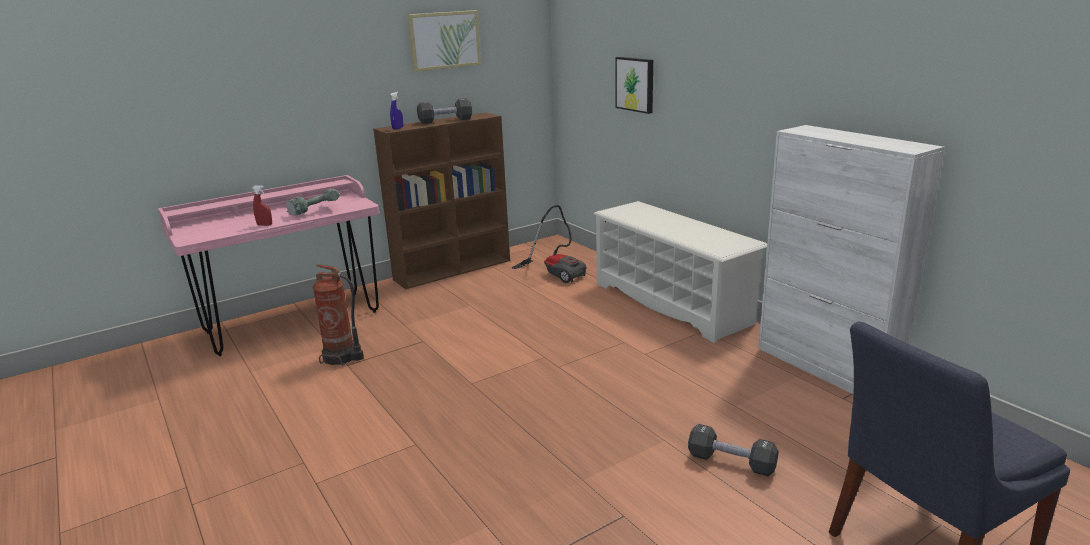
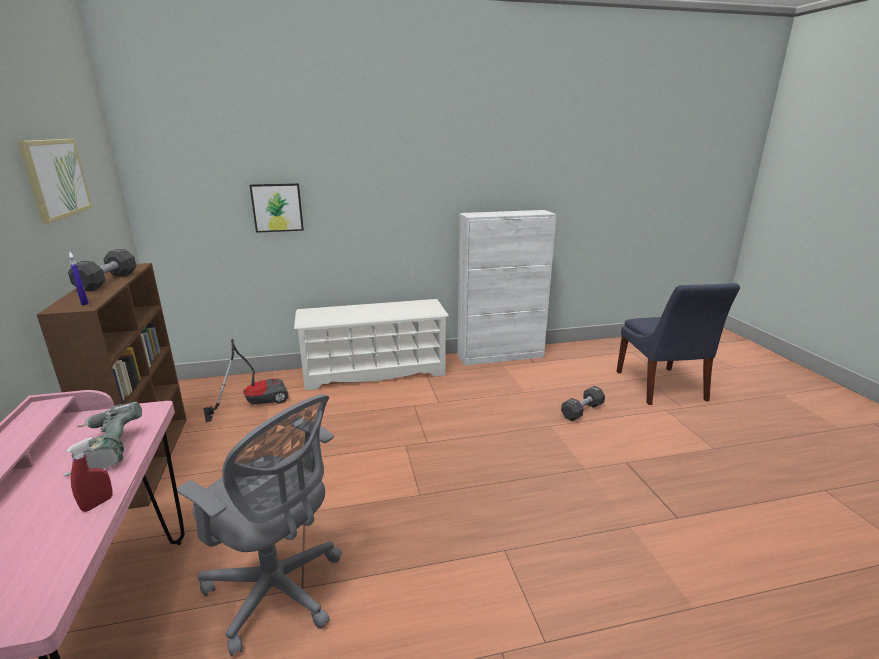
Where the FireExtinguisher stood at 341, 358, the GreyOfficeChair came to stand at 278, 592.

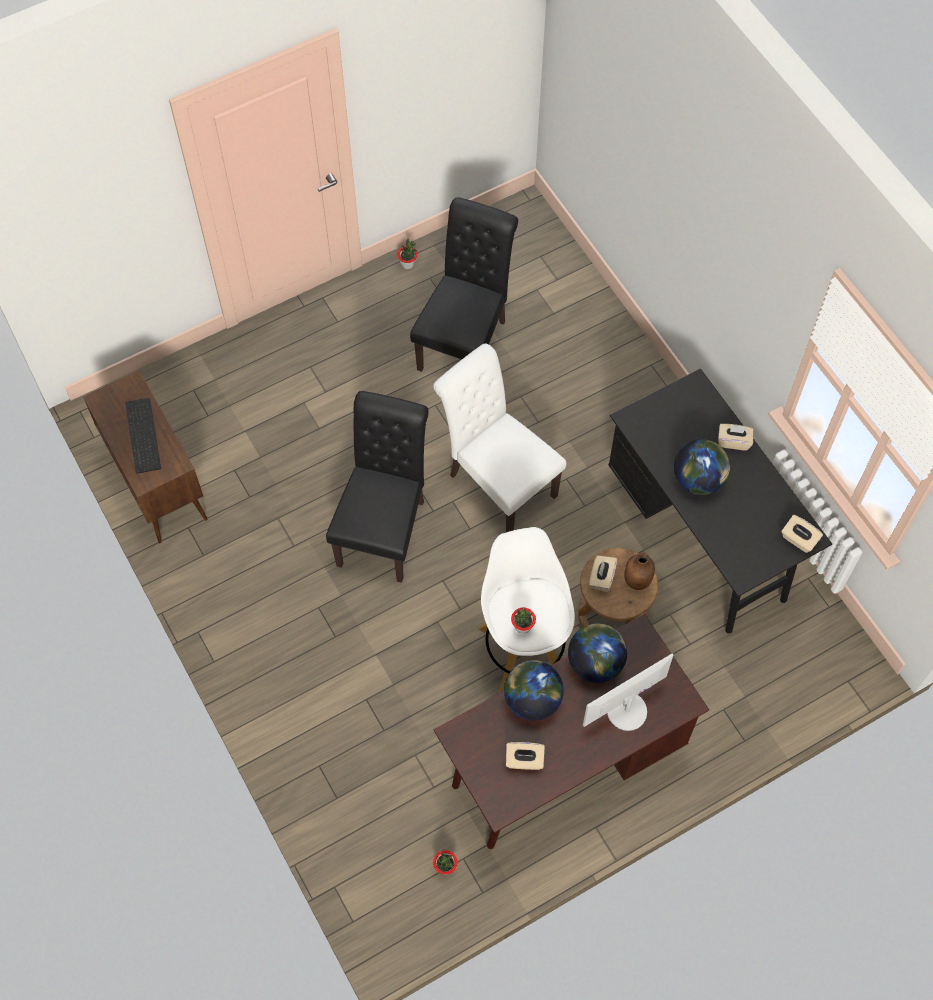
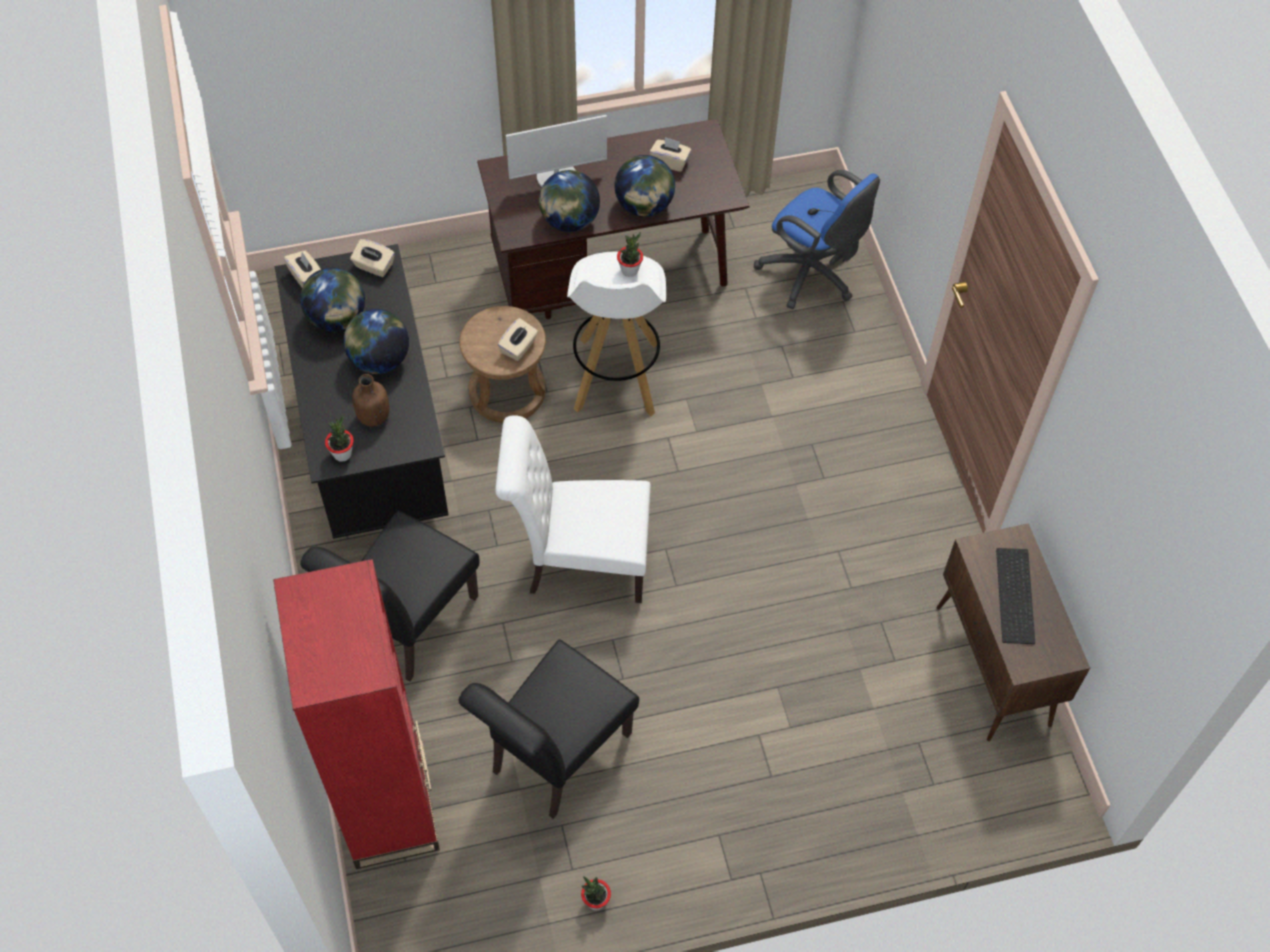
The WhiteChair at 497, 481 ended up facing another way, 120 degrees clockwise from before. The BlackChair ended up elsewhere, having gone from 384, 527 to 406, 626. The BeigeTissueBox ended up elsewhere, having gone from 733, 441 to 374, 266. The BrownBottle ended up elsewhere, having gone from 638, 580 to 373, 416. The PottedPlant ended up elsewhere, having gone from 445, 867 to 342, 454. The second view gained the BlueOfficeChair at 812, 275. The second view gained the Globe at 337, 319. The second view gained the RedBookcase at 388, 803.

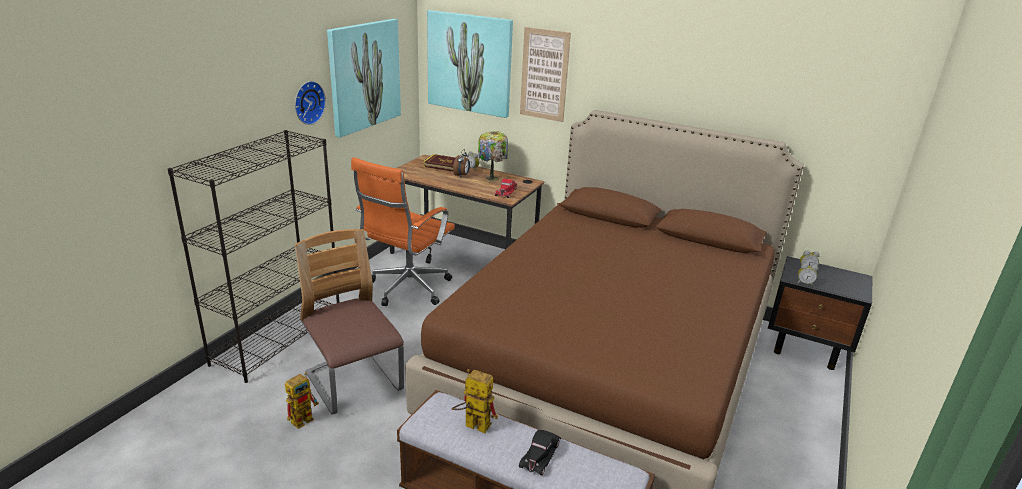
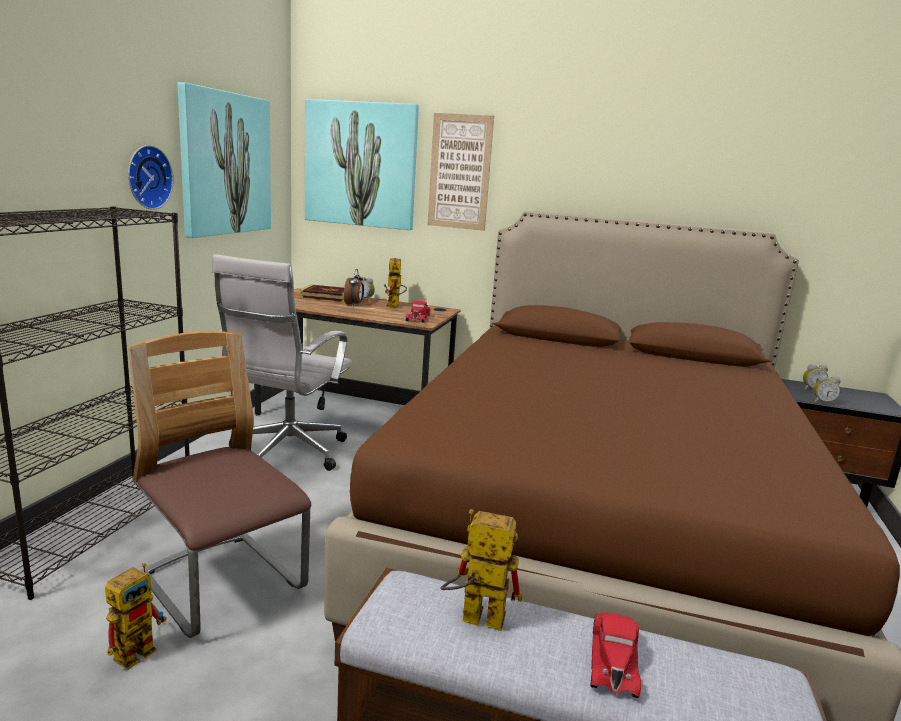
Where the TableLamp stood at 492, 178, the ToyRobot came to stand at 394, 306. What was the OrangeOfficeChair at 407, 289 turned into the WhiteOfficeChair at 286, 454. What was the BlackToyCar at 540, 454 turned into the RedToyCar at 614, 658.

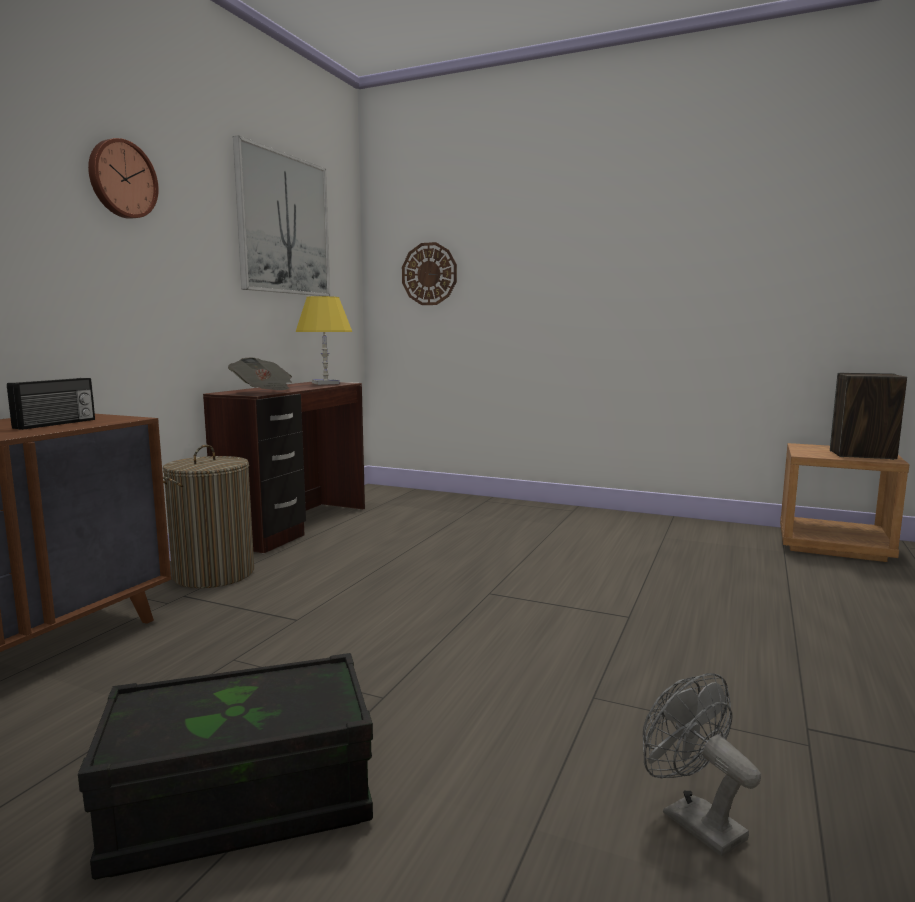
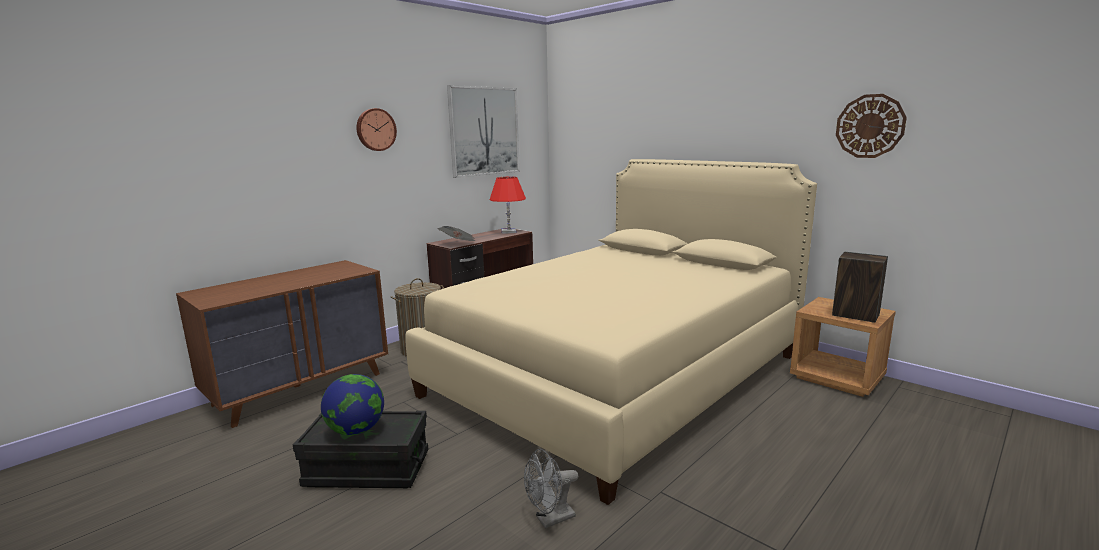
The WallClock ended up elsewhere, having gone from 429, 274 to 870, 126. What was the YellowTableLamp at 325, 383 turned into the RedTableLamp at 509, 232. The second view lost the Radio at 56, 424. The GreyFan at 692, 820 ended up facing another way, 105 degrees counterclockwise from before. The second view gained the BeigeBed at 617, 374. The second view gained the Globe at 356, 430.

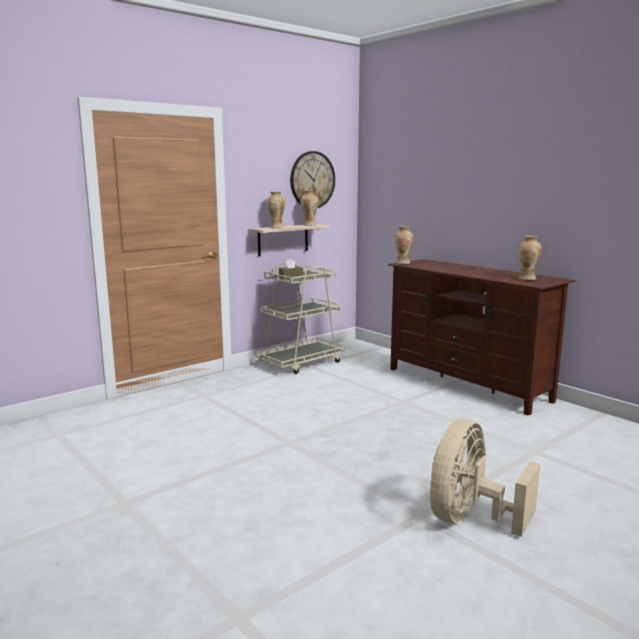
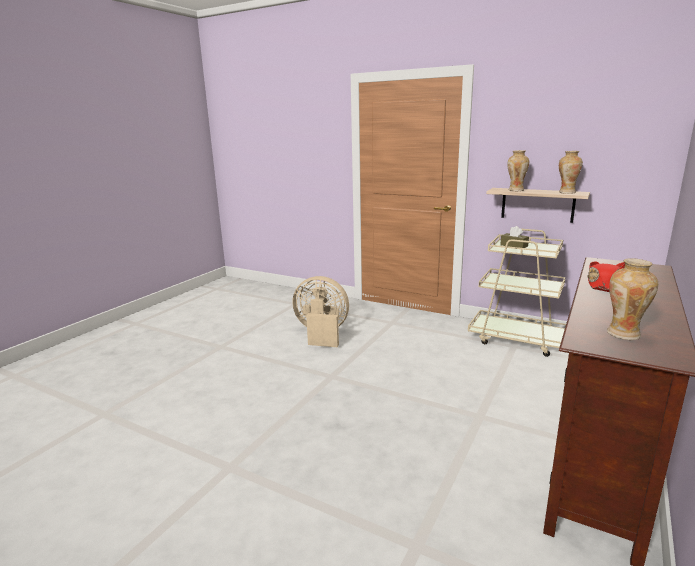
The second view lost the WallClock at 312, 180. The second view lost the Vase at 403, 263. The BeigeFan ended up elsewhere, having gone from 470, 518 to 321, 334. The second view gained the RedHat at 604, 284.

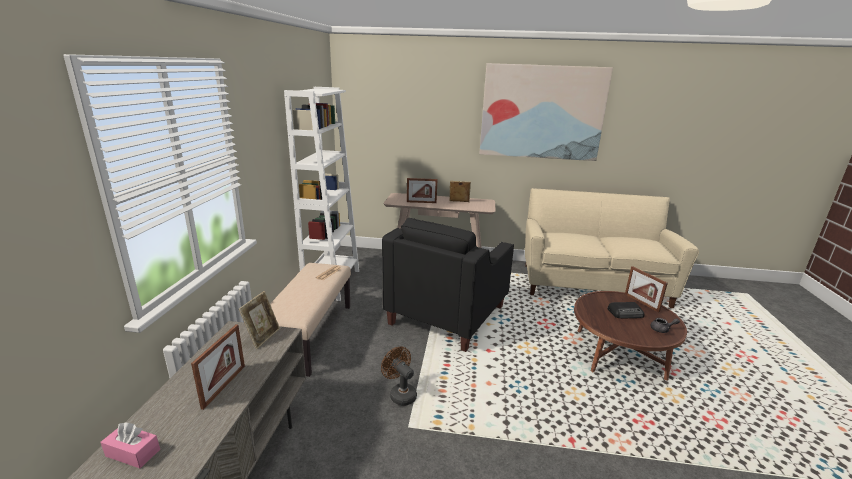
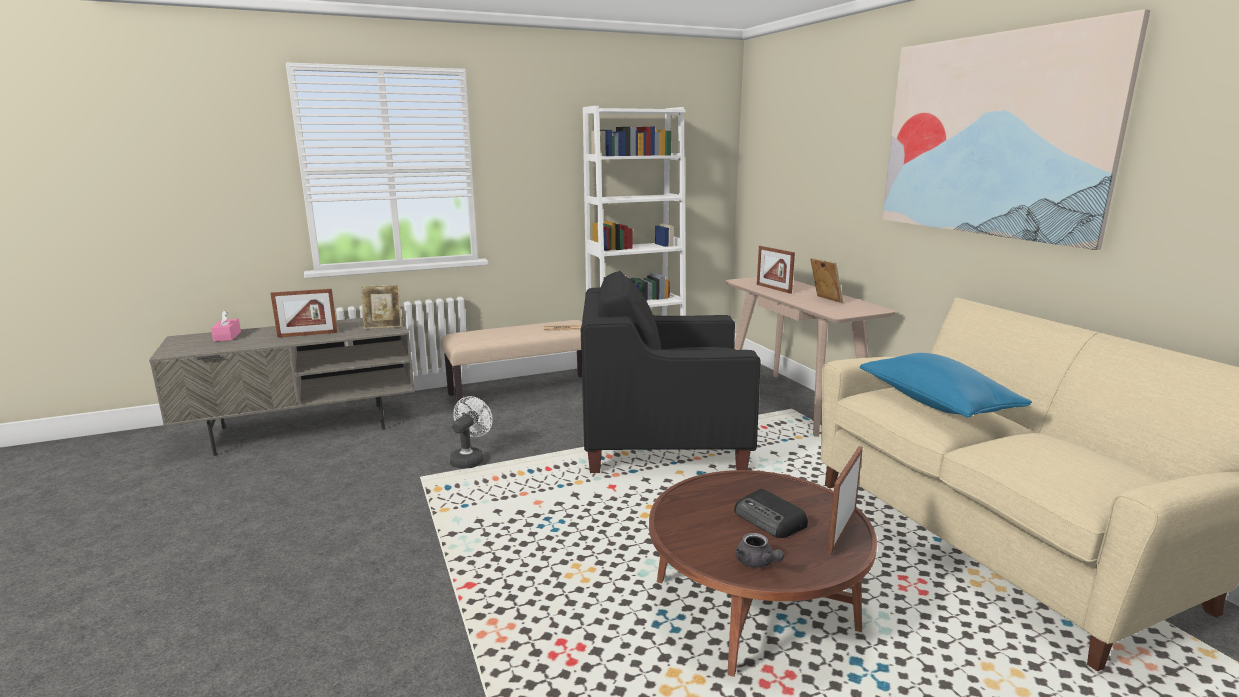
What was the BrownFan at 400, 394 turned into the WhiteFan at 470, 459. The second view gained the BluePillow at 936, 403.

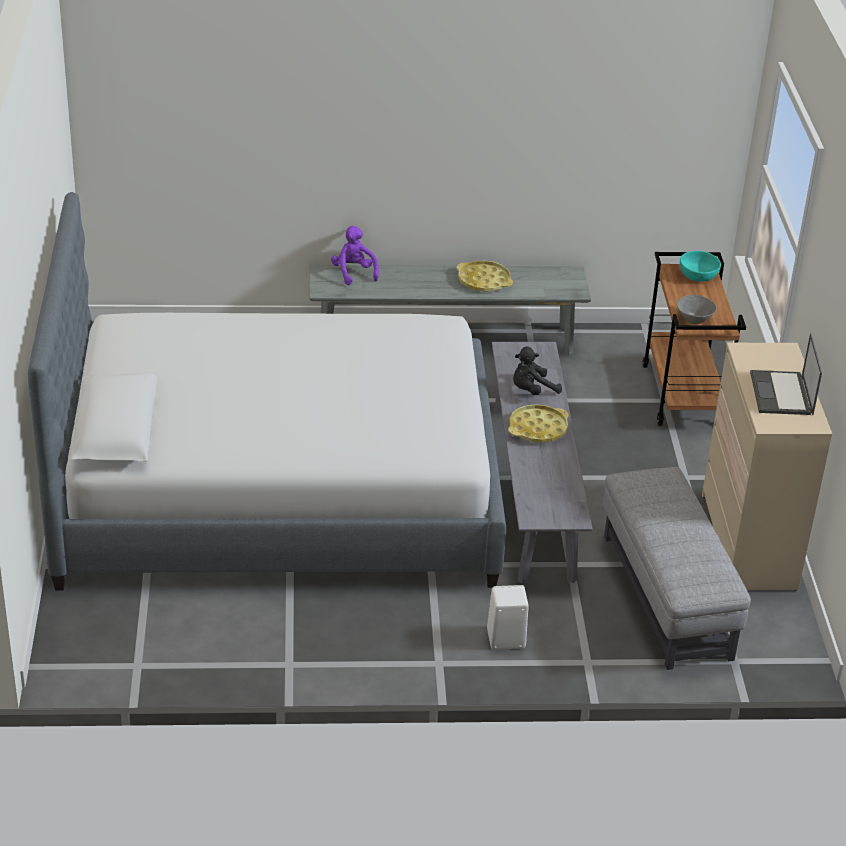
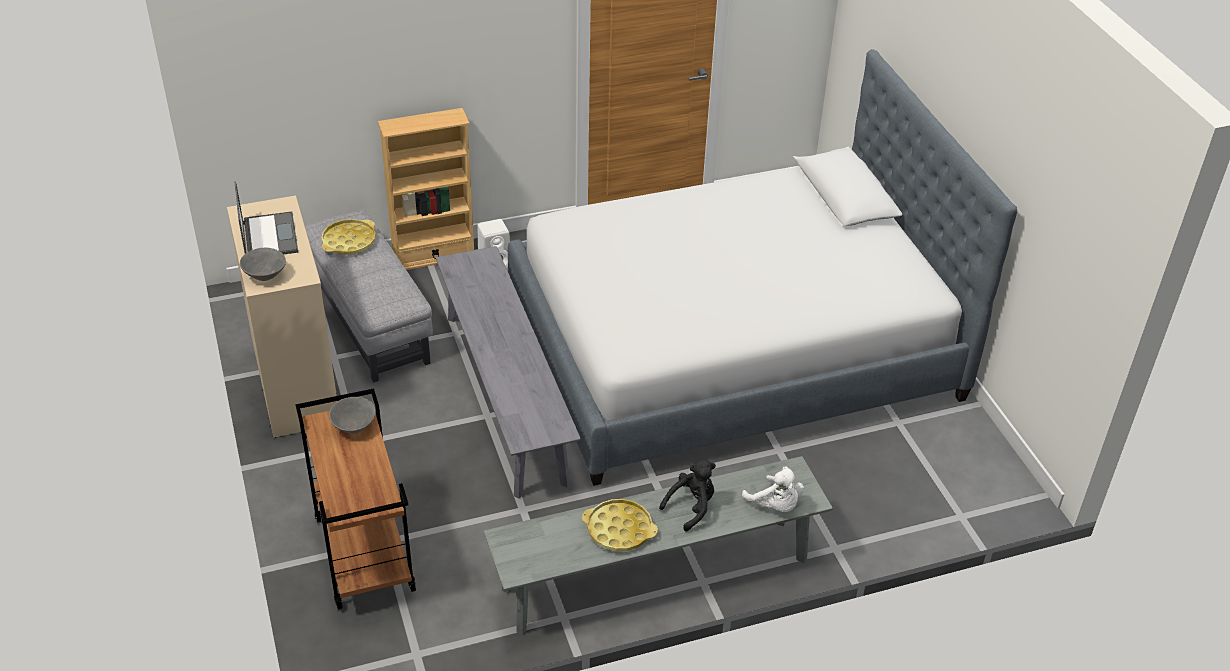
What was the PurplePlushToy at 354, 273 turned into the WhitePlushToy at 775, 505. The second view lost the TurquoiseBowl at 698, 275. The BlackPlushToy ended up elsewhere, having gone from 532, 390 to 691, 507. The YellowTray ended up elsewhere, having gone from 538, 429 to 349, 241. The second view gained the BeigeBookcase at 433, 256. The second view gained the GreyBowl at 265, 276.

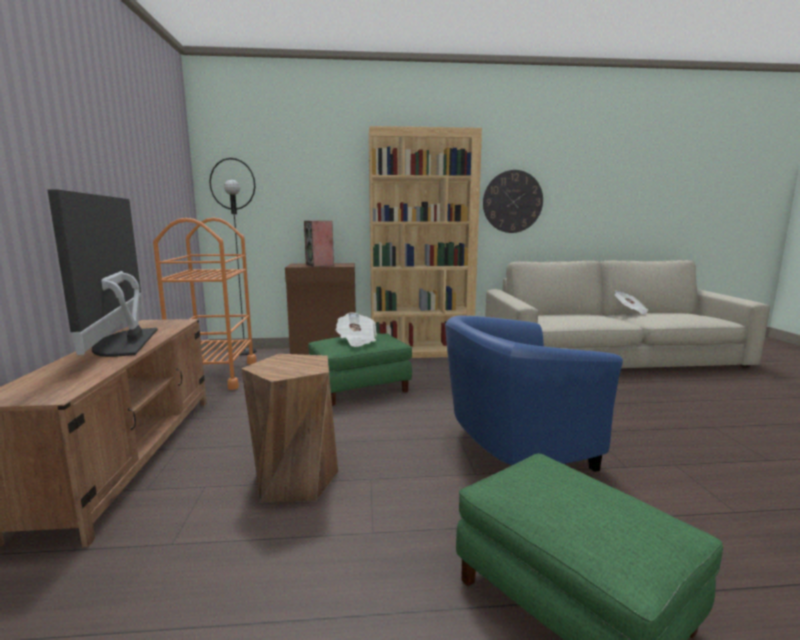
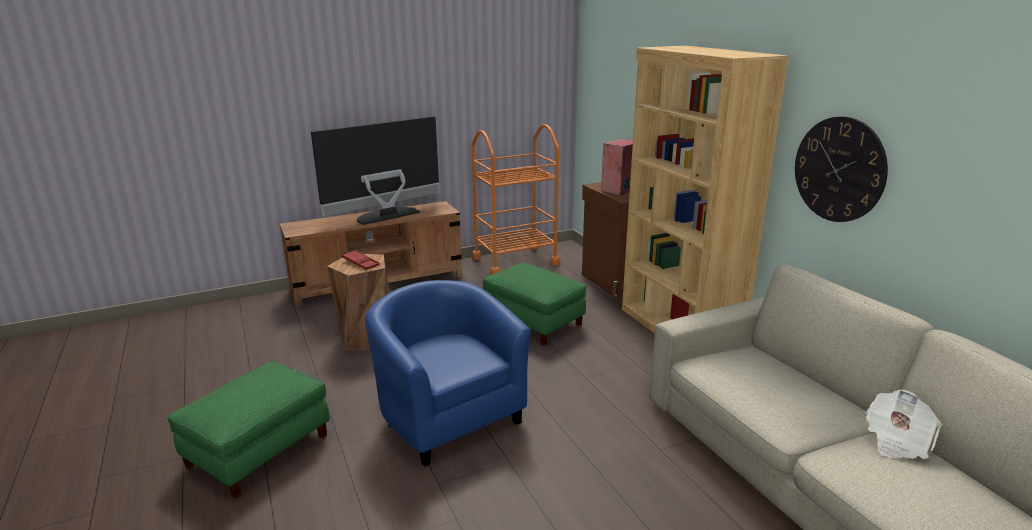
The second view lost the BlackFloorLamp at 245, 352. The second view lost the Newspaper at 356, 341. The second view gained the RedTray at 360, 263.

